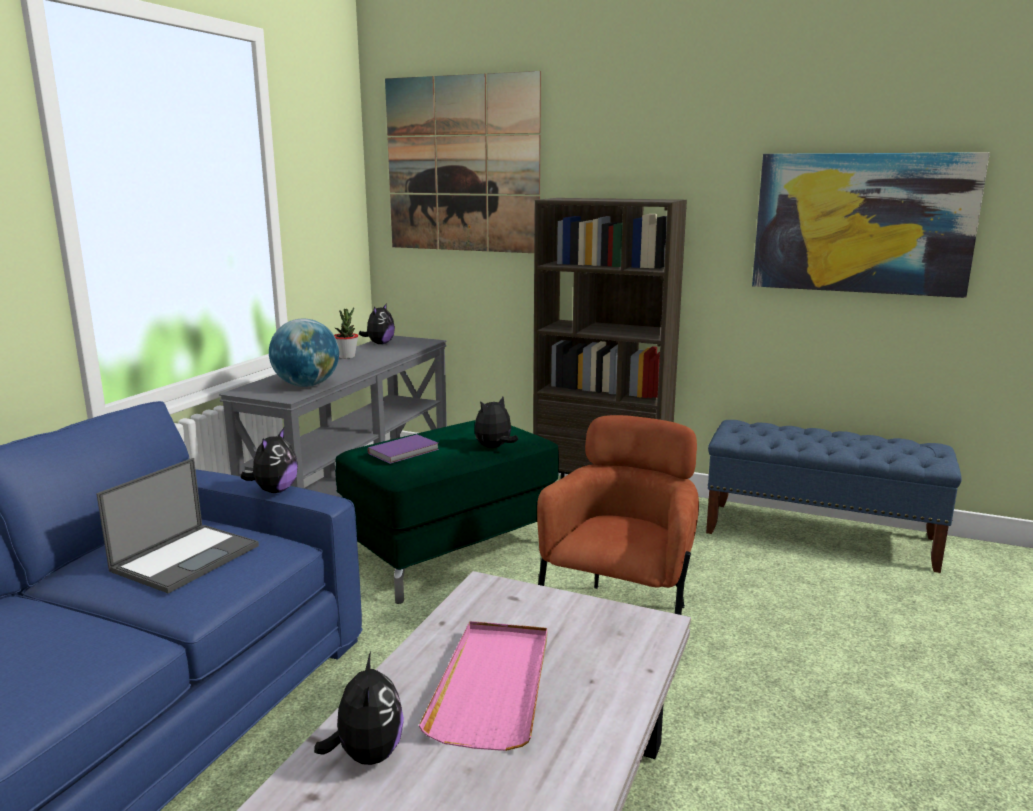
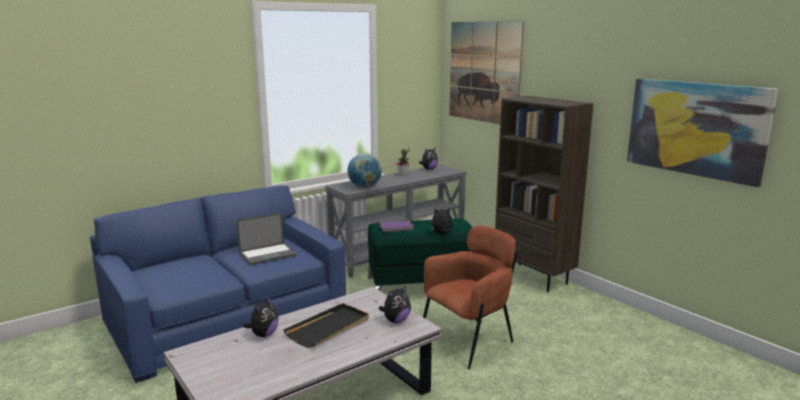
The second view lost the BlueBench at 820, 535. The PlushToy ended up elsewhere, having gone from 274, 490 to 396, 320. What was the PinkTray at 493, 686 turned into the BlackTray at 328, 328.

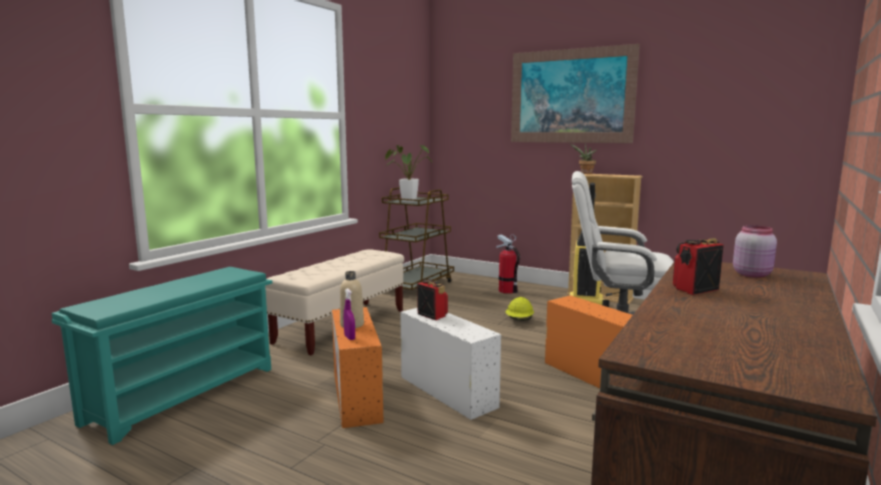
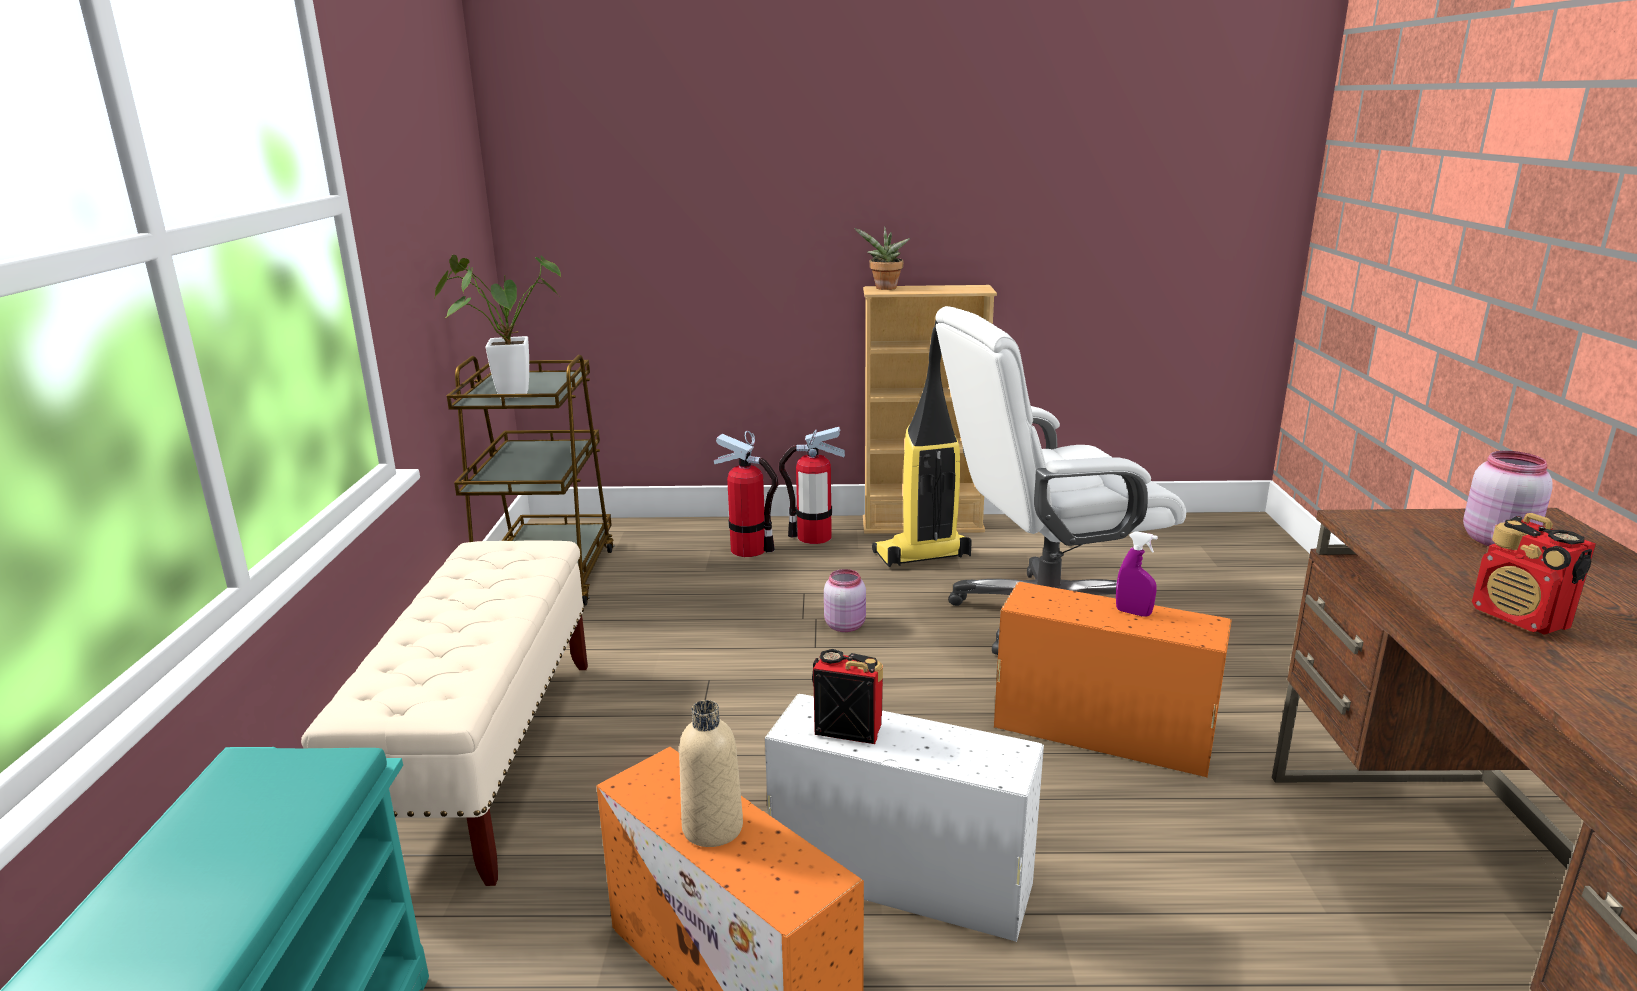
The second view lost the Picture at 571, 96. The Radio at 694, 289 ended up facing another way, 60 degrees counterclockwise from before. The PurpleSprayBottle ended up elsewhere, having gone from 349, 337 to 1133, 613. Where the YellowHardHat stood at 519, 320, the PinkJar came to stand at 845, 625. The second view gained the FireExtinguisher at 814, 537.

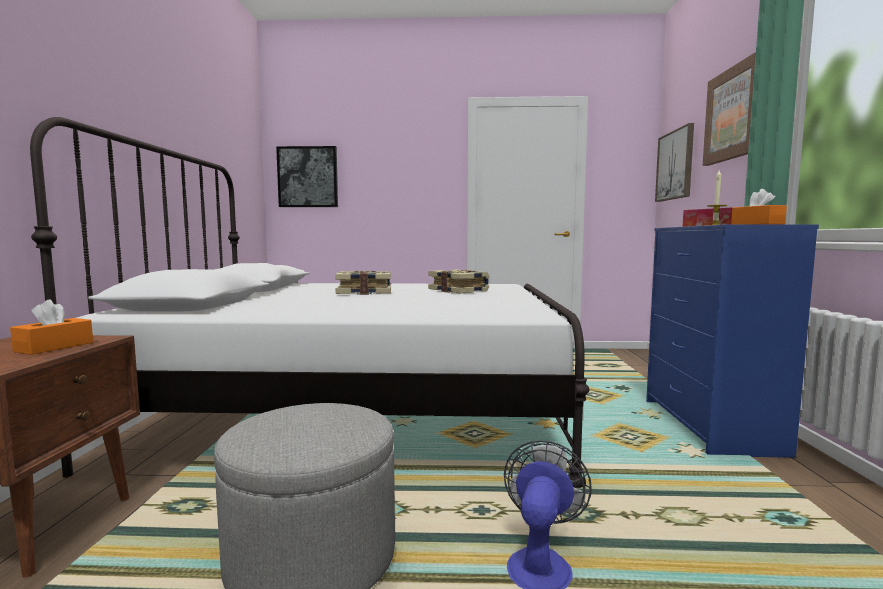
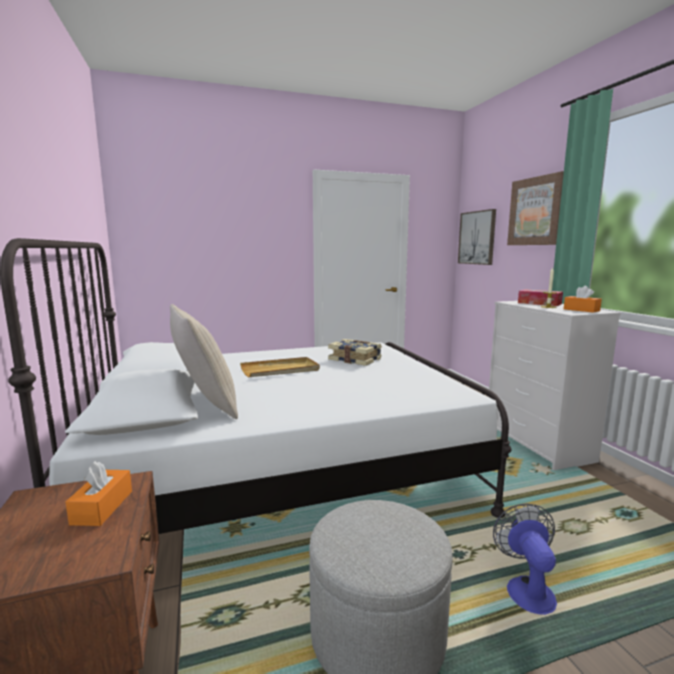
The second view lost the Picture at 308, 177. What was the BlueDresser at 711, 426 turned into the WhiteDresser at 538, 444. Where the Book stood at 364, 292, the BeigeTray came to stand at 280, 370. The second view gained the BeigePillow at 205, 405.

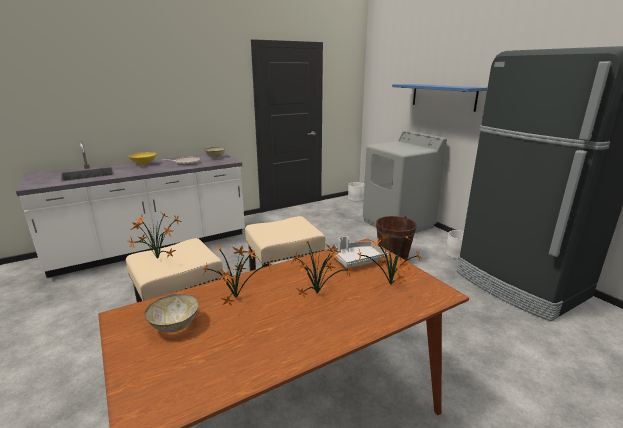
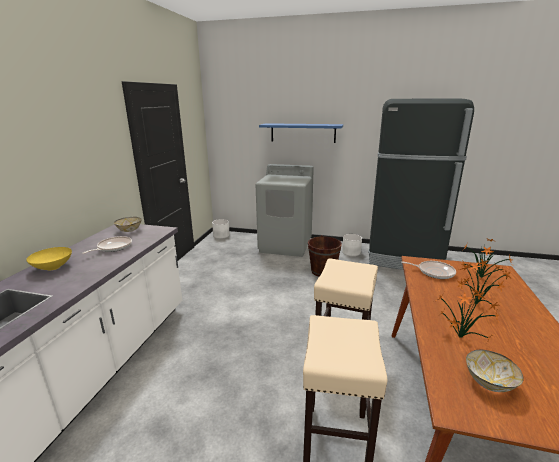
The second view lost the PottedPlant at 157, 258. Where the GreyTray stood at 357, 259, the FryingPan came to stand at 434, 272.

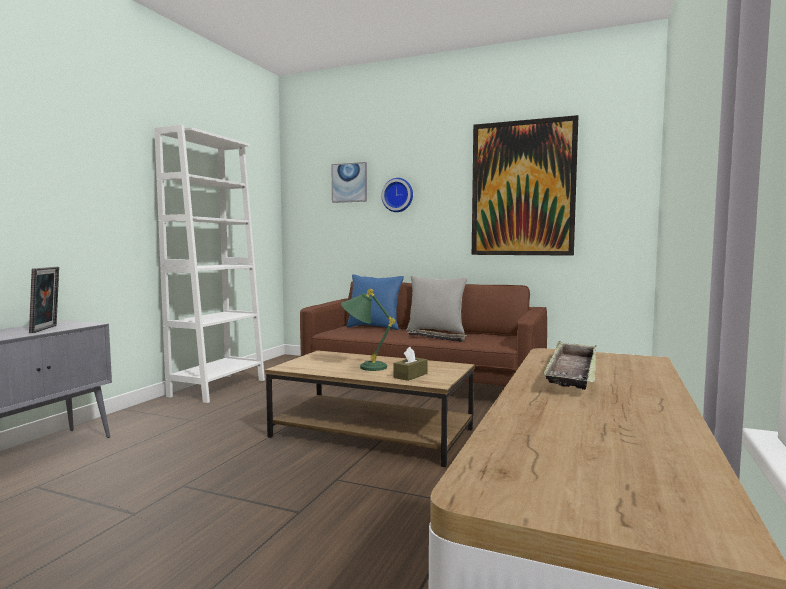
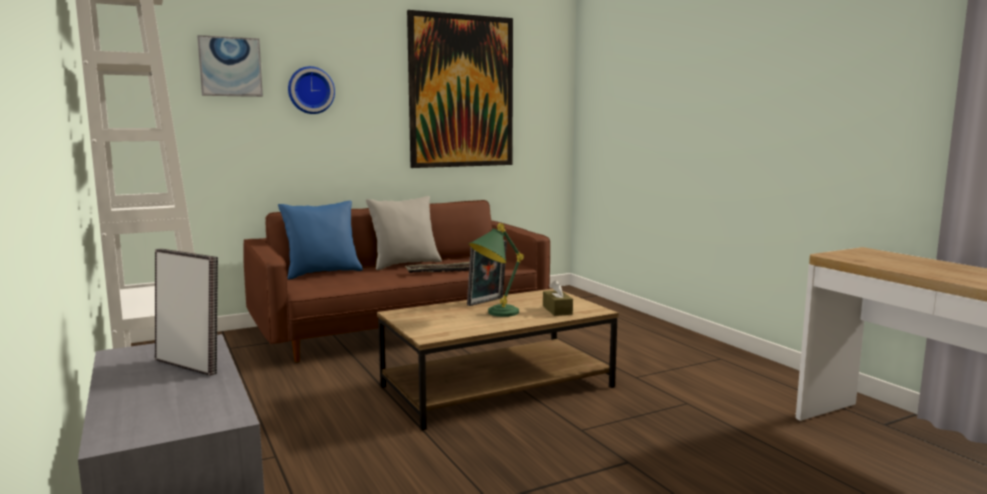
The second view lost the Tray at 573, 373. The second view gained the PictureFrame at 487, 302.

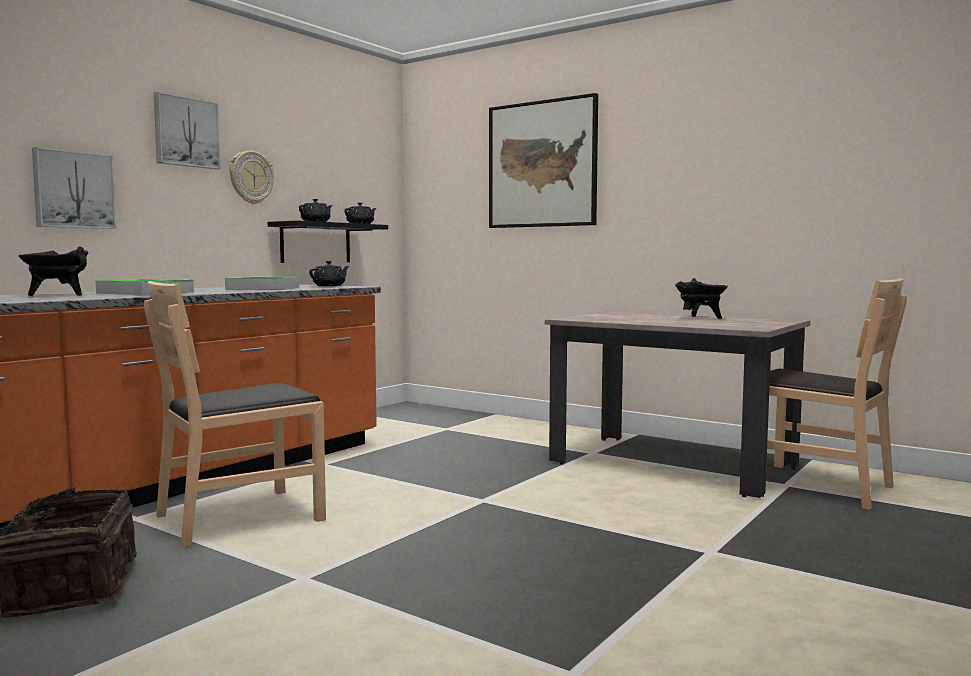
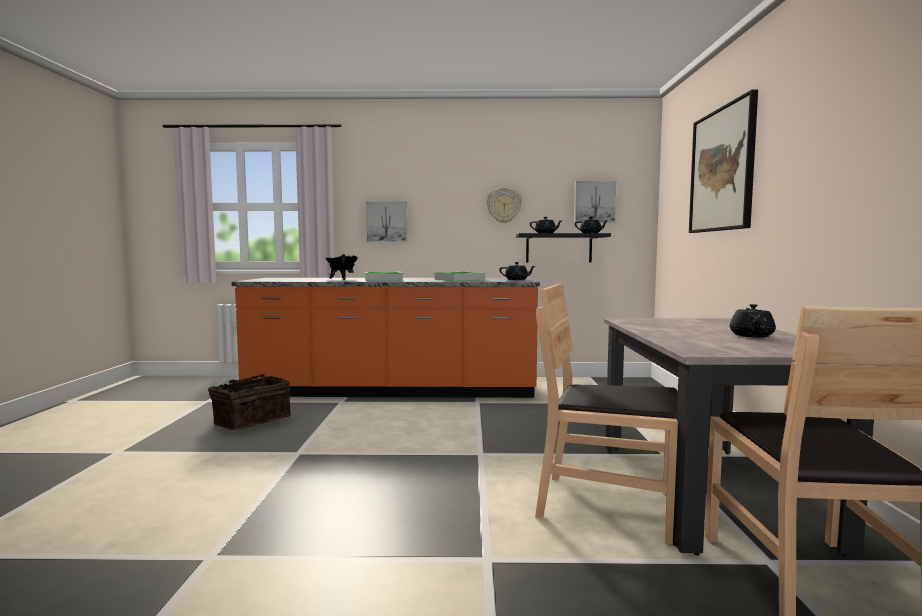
The Picture ended up elsewhere, having gone from 186, 132 to 594, 202. Where the BlackCookingPot stood at 700, 318, the BlackTeapot came to stand at 751, 335. The BrownChair ended up elsewhere, having gone from 240, 516 to 607, 505.

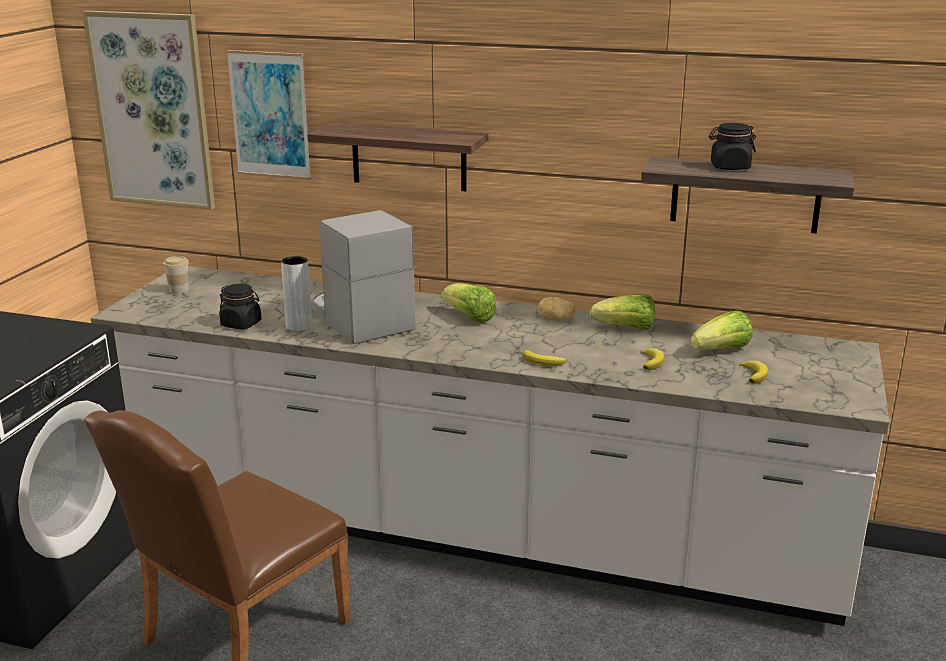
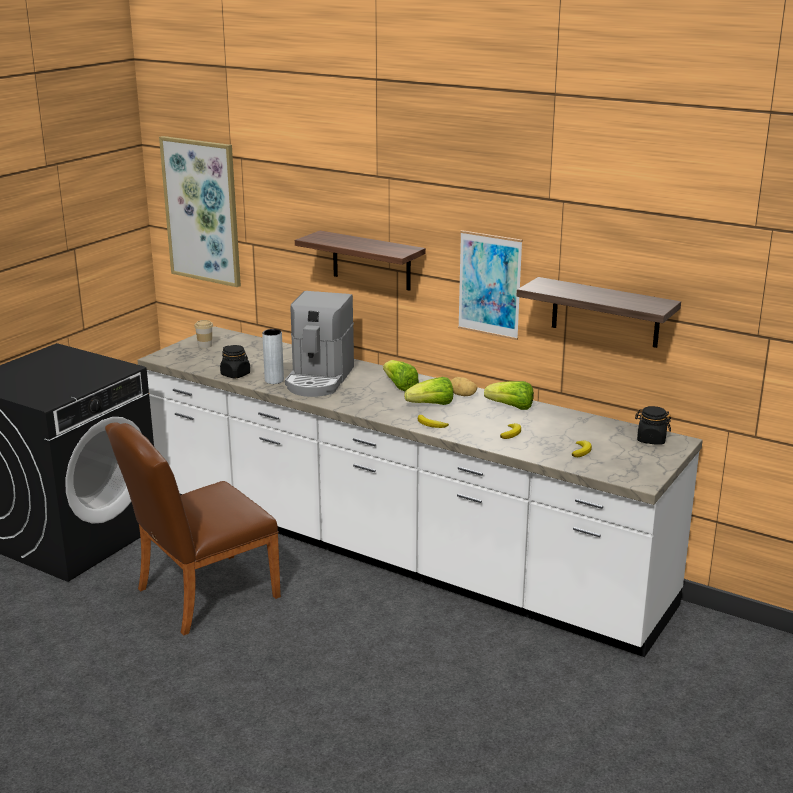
The Picture ended up elsewhere, having gone from 270, 115 to 489, 285. The BlackJar ended up elsewhere, having gone from 729, 167 to 651, 440. The CoffeeMachine at 359, 319 ended up facing another way, 150 degrees counterclockwise from before. The Lettuce ended up elsewhere, having gone from 721, 351 to 431, 405.

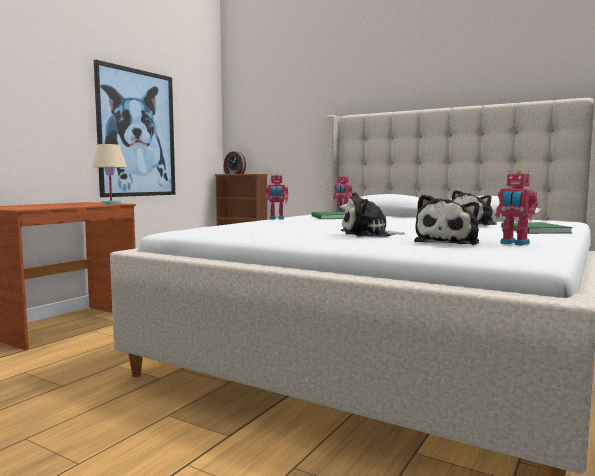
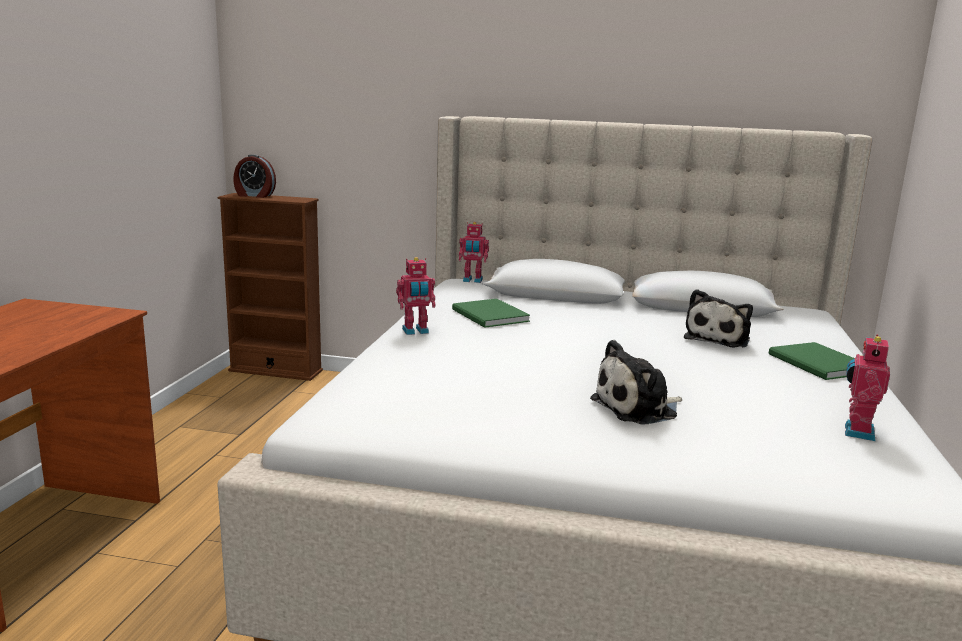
The second view lost the Picture at 137, 133. The second view lost the BeigeTableLamp at 111, 204. The ToyRobot at 514, 243 ended up facing another way, 90 degrees clockwise from before. The second view lost the PlushToy at 449, 242.

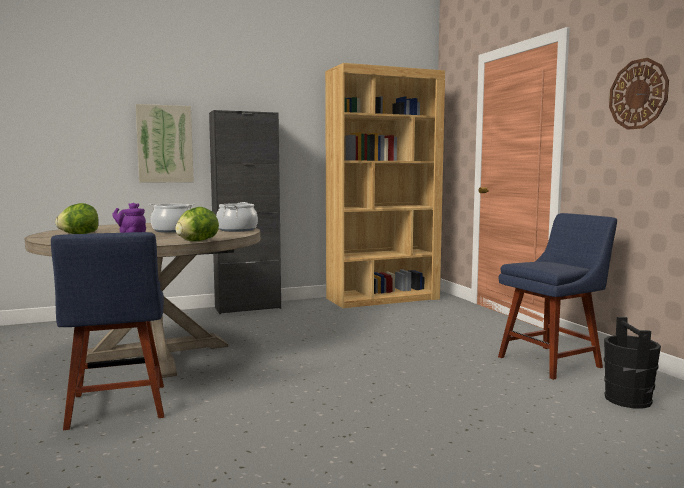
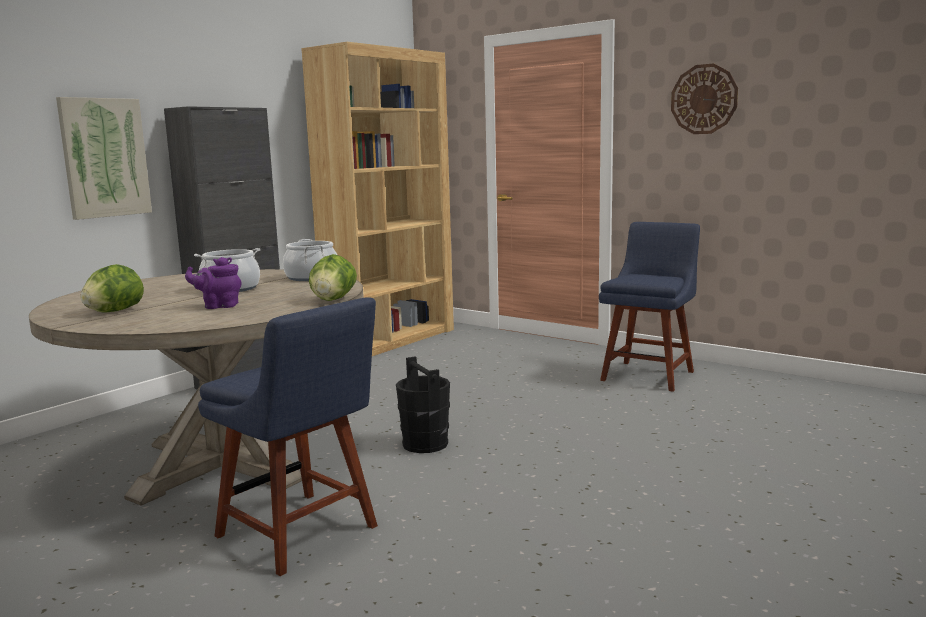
The BlackBucket ended up elsewhere, having gone from 627, 399 to 425, 443.

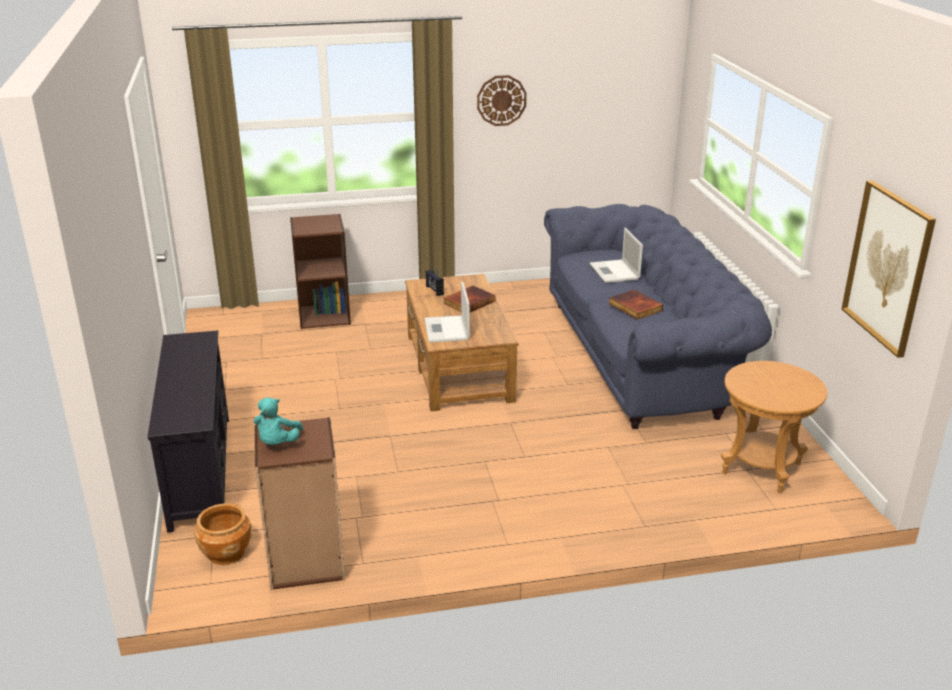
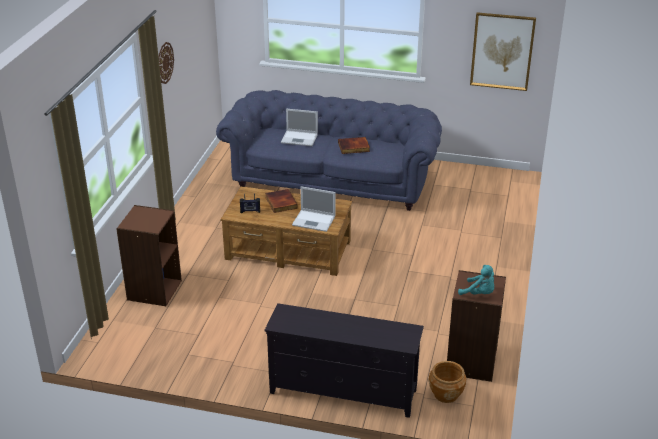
The second view lost the BrownSideTable at 761, 468.

